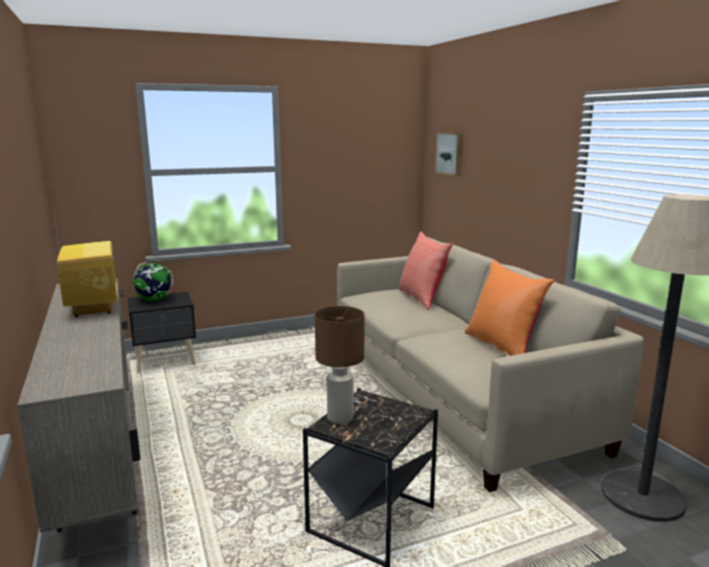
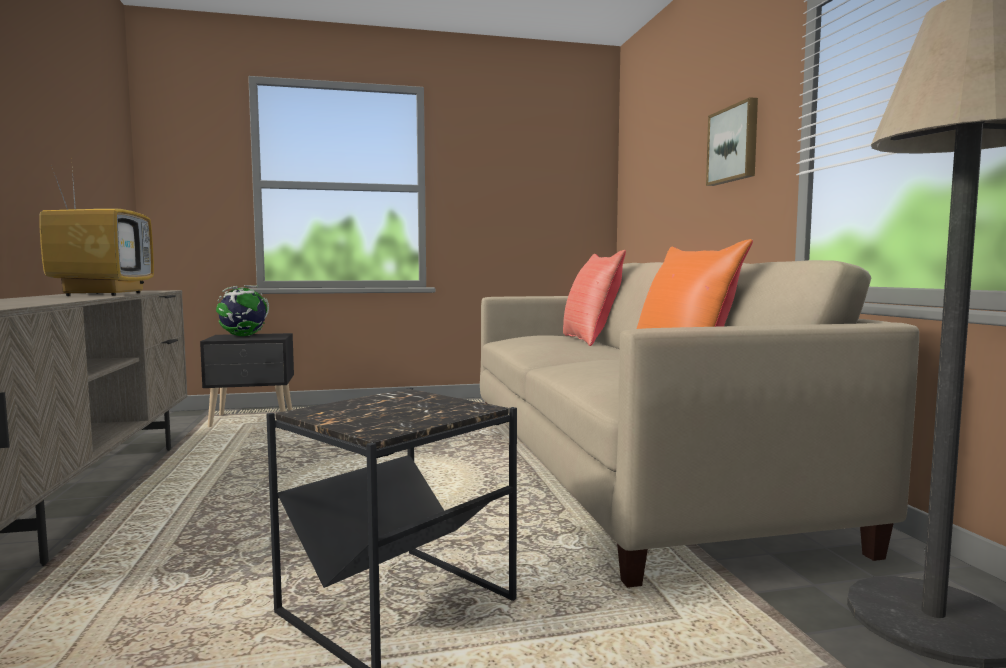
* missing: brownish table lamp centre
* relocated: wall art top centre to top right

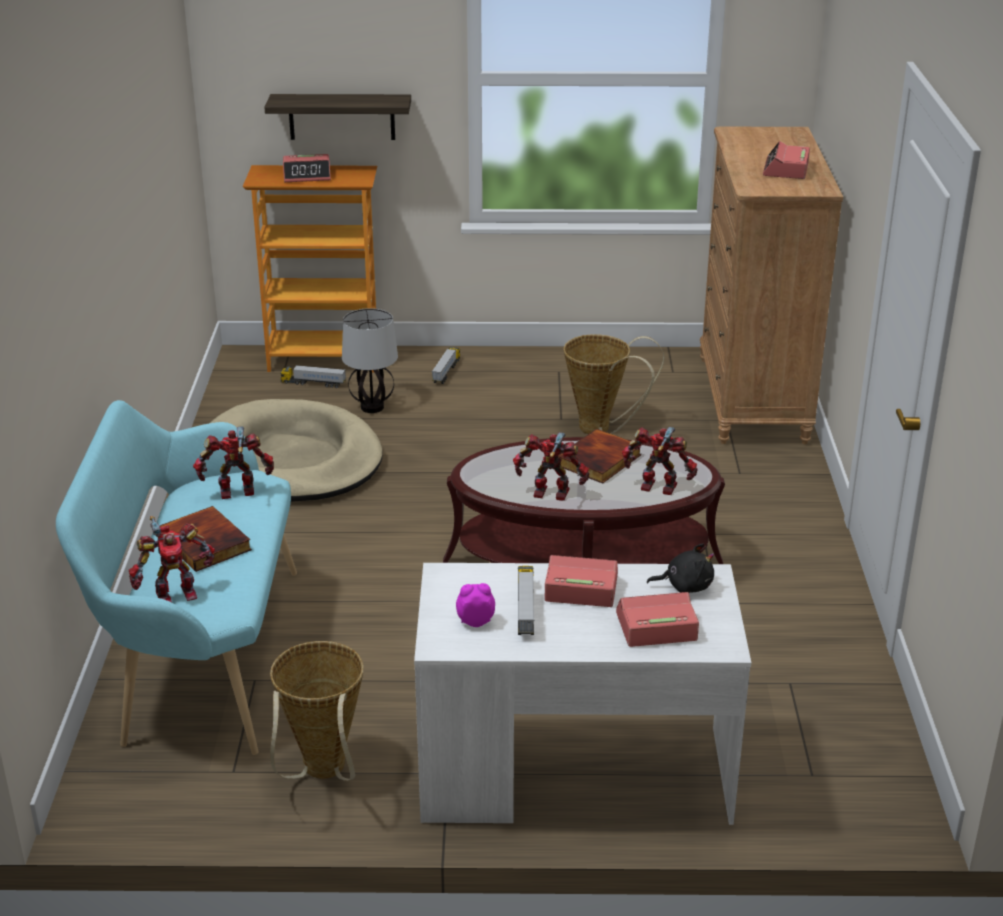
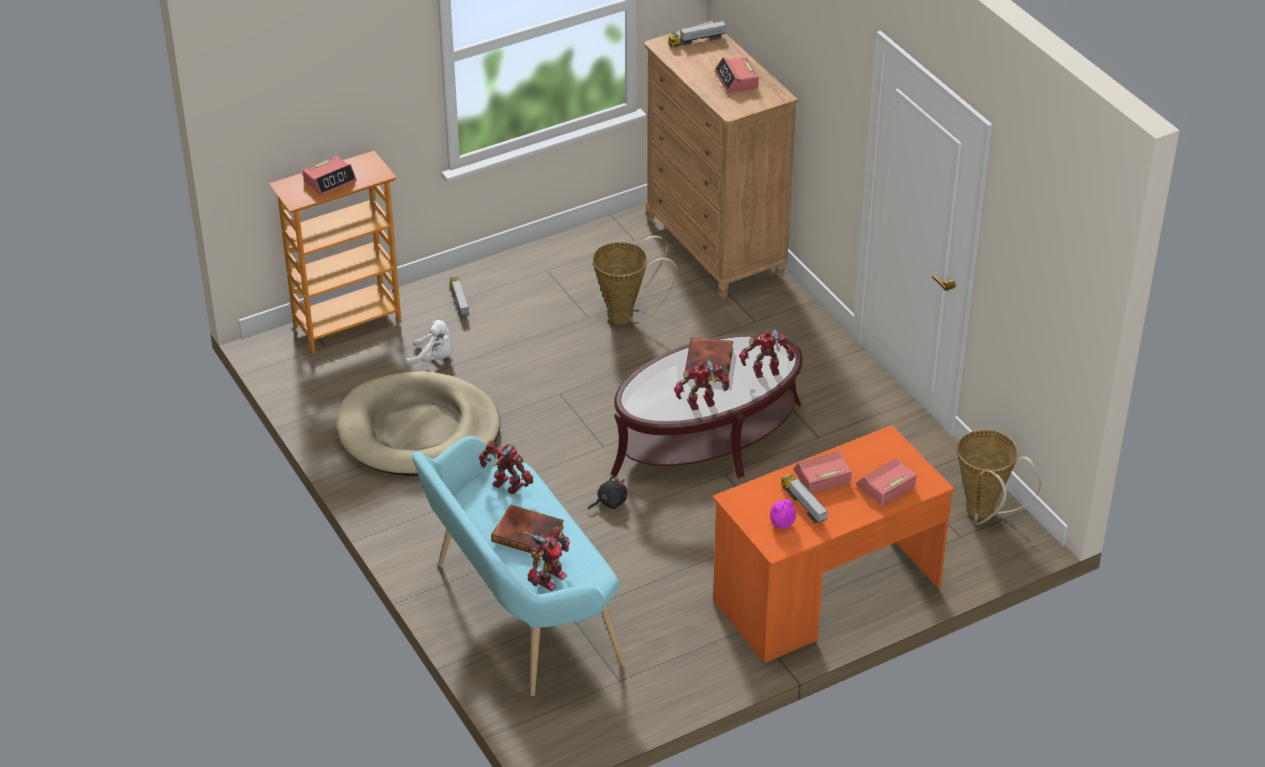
* missing: shelf top centre
* relocated: storage basket (no. 1 from left in the first image) bottom left to storage basket (no. 2 from left) middle right
* relocated: toy lorry (no. 1 from left in the first image) middle left to toy lorry (no. 2 from left) top centre
* relocated: black cuddly toy middle right to centre
* exchanged: table lamp centre to whitish cuddly toy centre
* colour: whitish desk bottom centre to orangey desk bottom centre
* spun: toy robot (no. 2 from left in the first image) middle left = centre 75 degrees clockwise

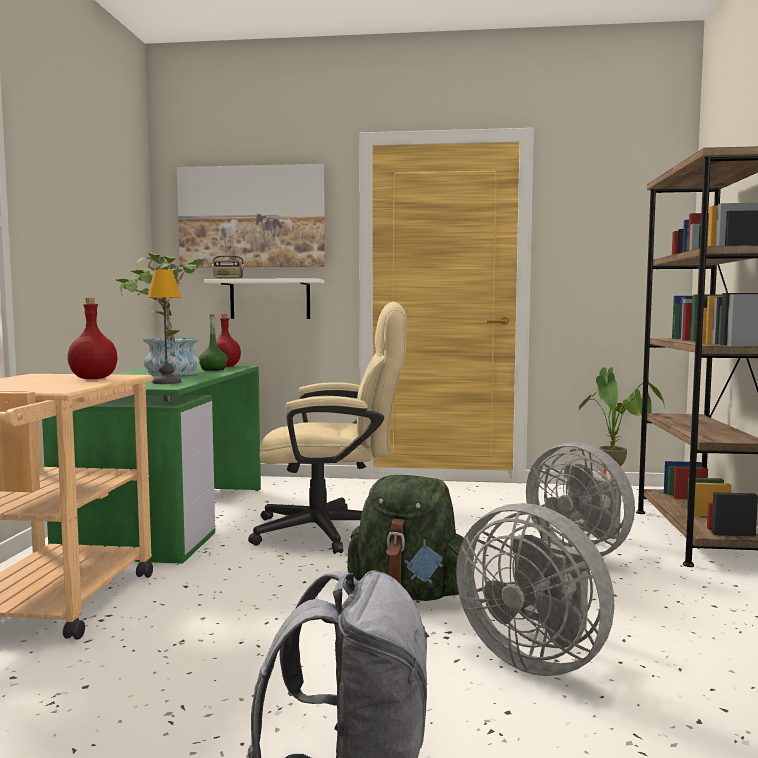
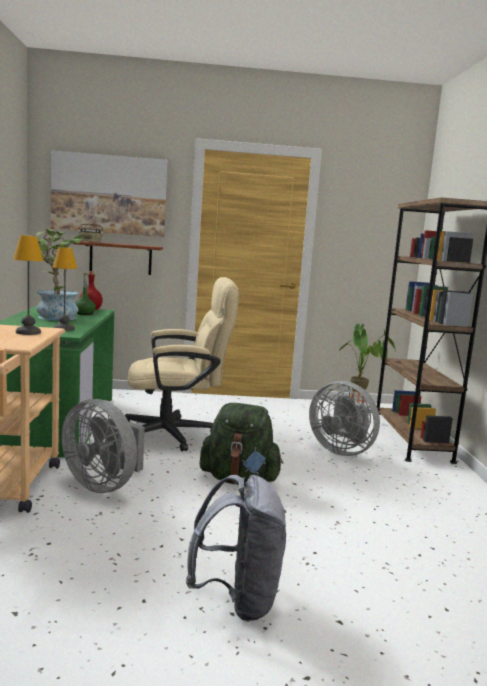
* relocated: greyish electric fan (no. 1 from left) bottom right to middle left
* exchanged: red-coloured beverage bottle (no. 1 from left) middle left to table lamp (no. 1 from left) middle left
* colour: whitish shelf centre to brownish shelf middle left

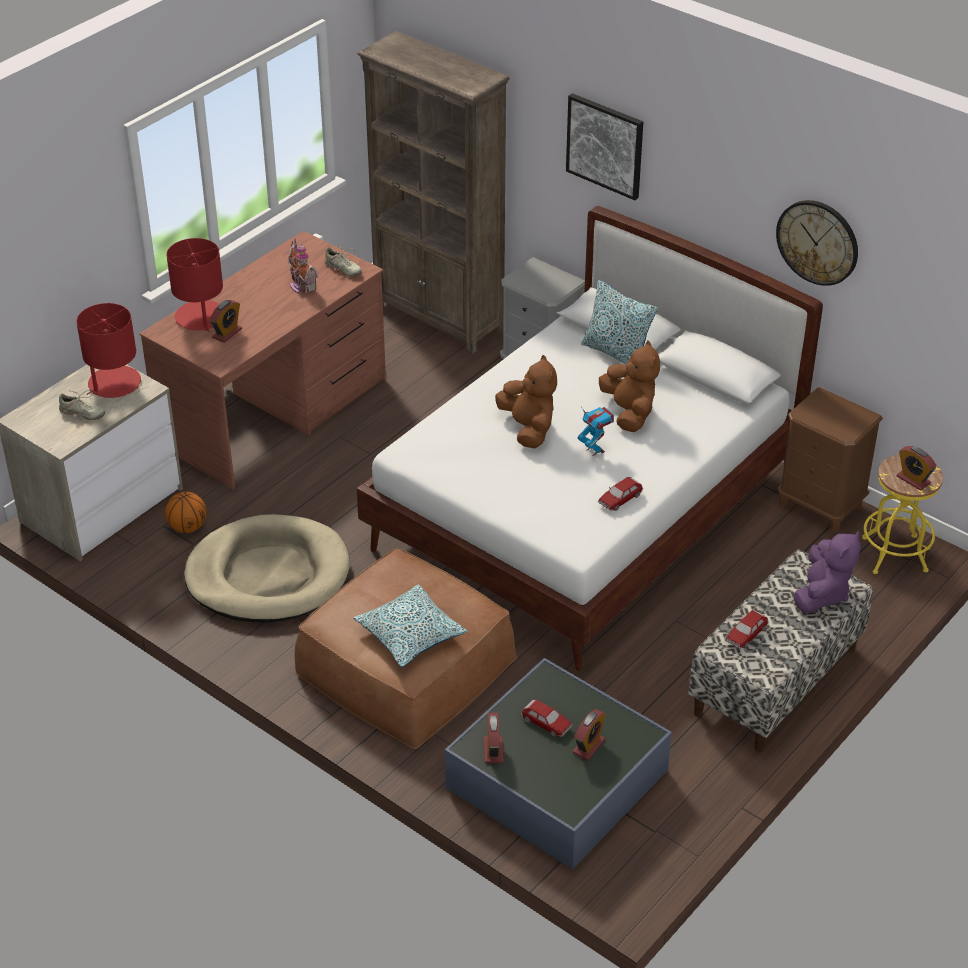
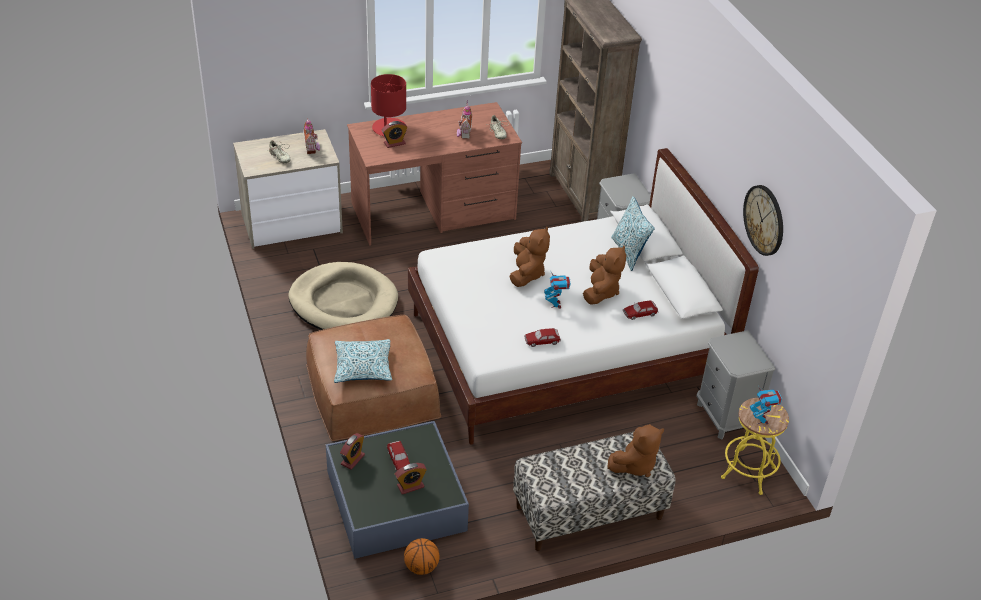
* missing: wall art top centre
* relocated: ball for basketball middle left to bottom centre
* relocated: miniature car (no. 3 from left) middle right to centre
* exchanged: red-coloured table lamp (no. 1 from left) middle left to miniature house (no. 1 from left) top left
* exchanged: bedside clock (no. 4 from left) middle right to toy robot (no. 2 from left) bottom right
* colour: brownish night table middle right to greyish night table (no. 2 from left) middle right
* colour: purple cuddly toy middle right to brownish cuddly toy (no. 3 from left) bottom centre

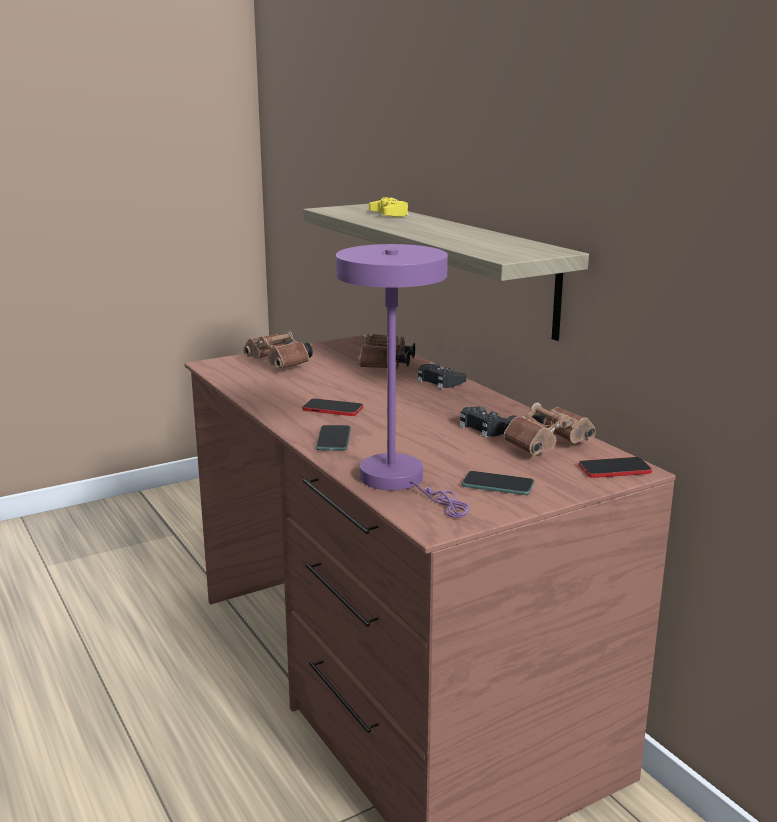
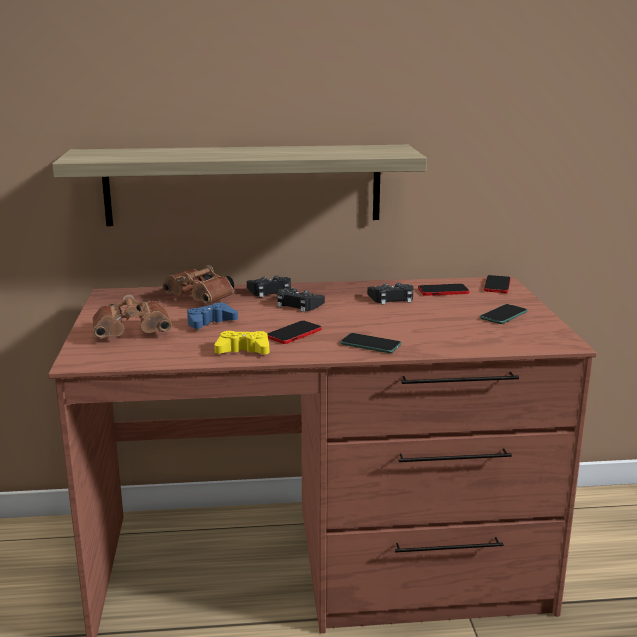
* missing: purple table lamp centre
* appeared: blue joypad middle left
* appeared: black joypad (no. 2 from left) centre
* relocated: yellowish joypad top centre to centre
* exchanged: brownish field glasses (no. 3 from left) middle right to handset (no. 3 from left) middle right

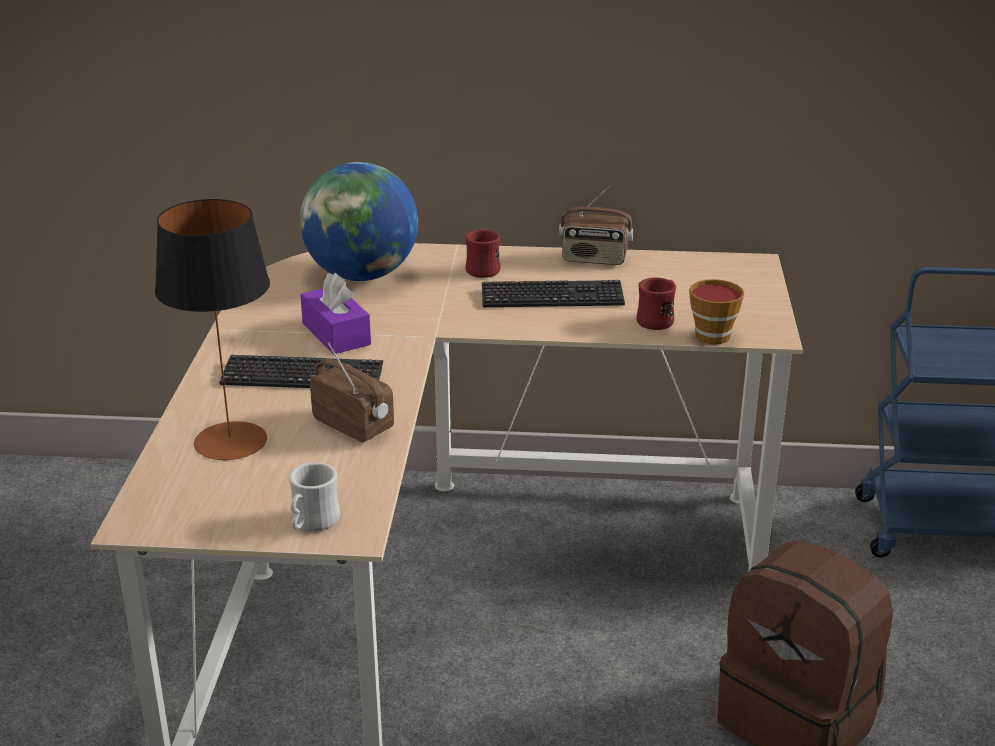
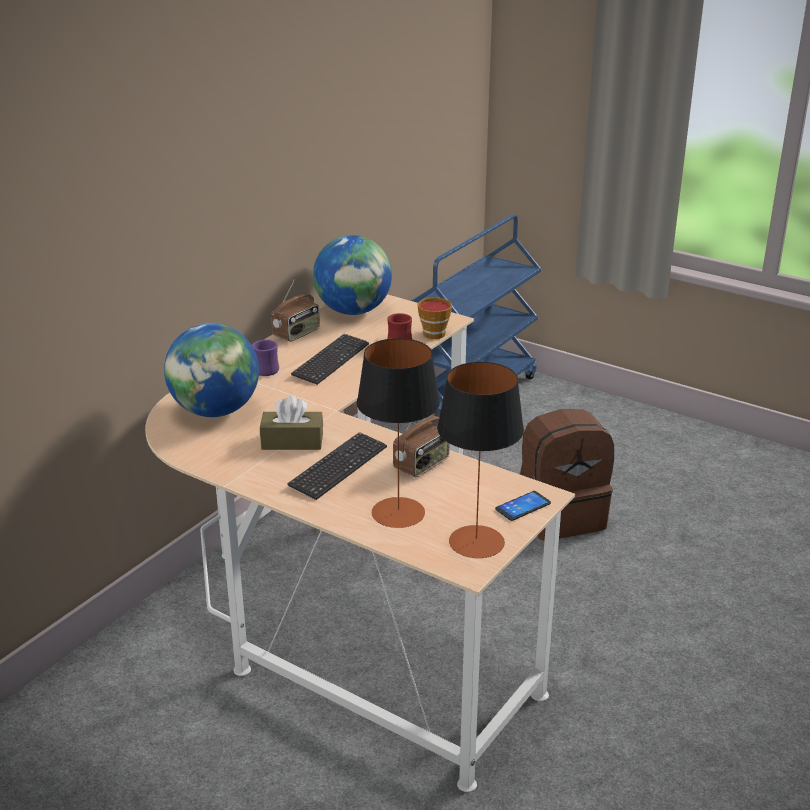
* appeared: world globe (no. 2 from left) centre
* appeared: table lamp (no. 2 from left) centre
* exchanged: whitish tea mug middle left to handset centre
* colour: purple tissue holder centre to brownish tissue holder centre
* colour: red-coloured tea mug (no. 1 from left) centre to purple tea mug middle left
* spun: radio receiver (no. 1 from left in the first image) centre = centre 150 degrees clockwise

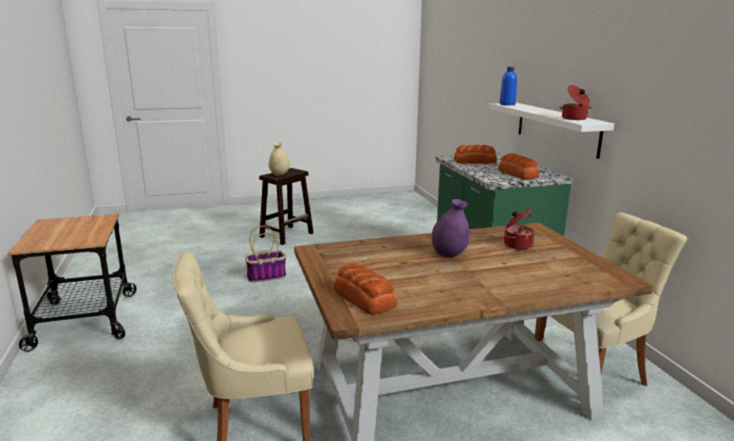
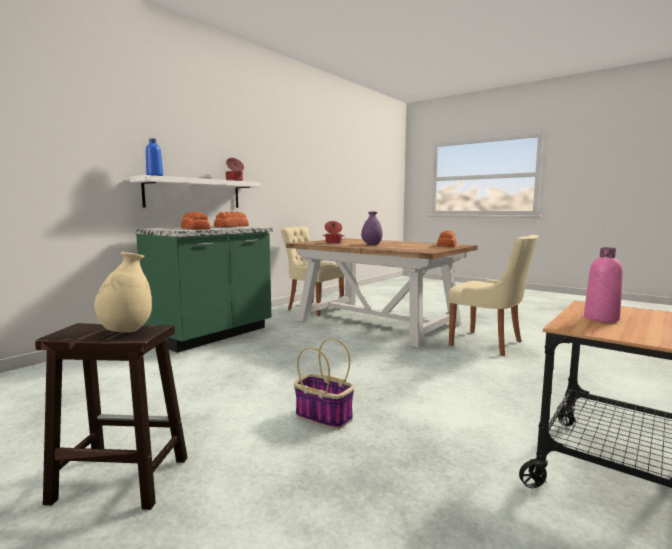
* appeared: pink-coloured beverage bottle middle right

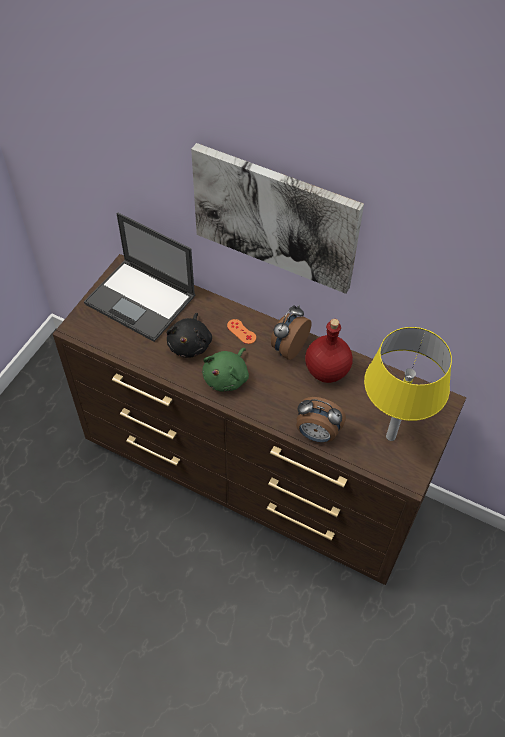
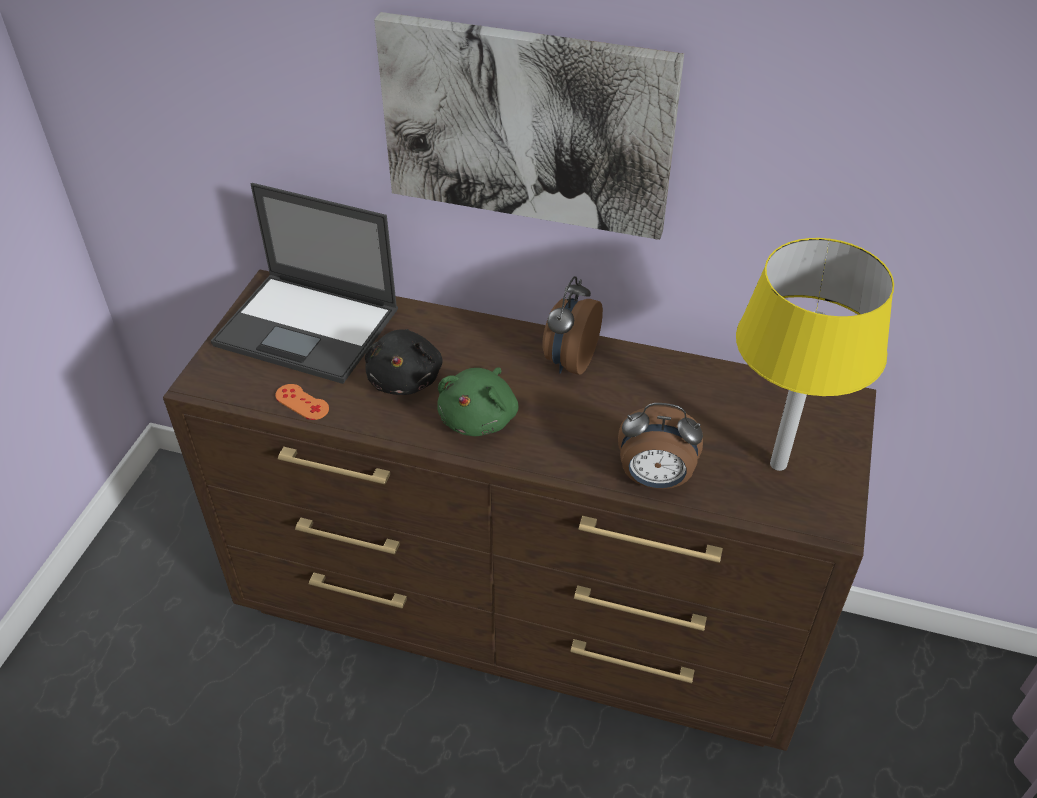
* missing: red-coloured beverage bottle centre
* relocated: orangey joypad centre to middle left

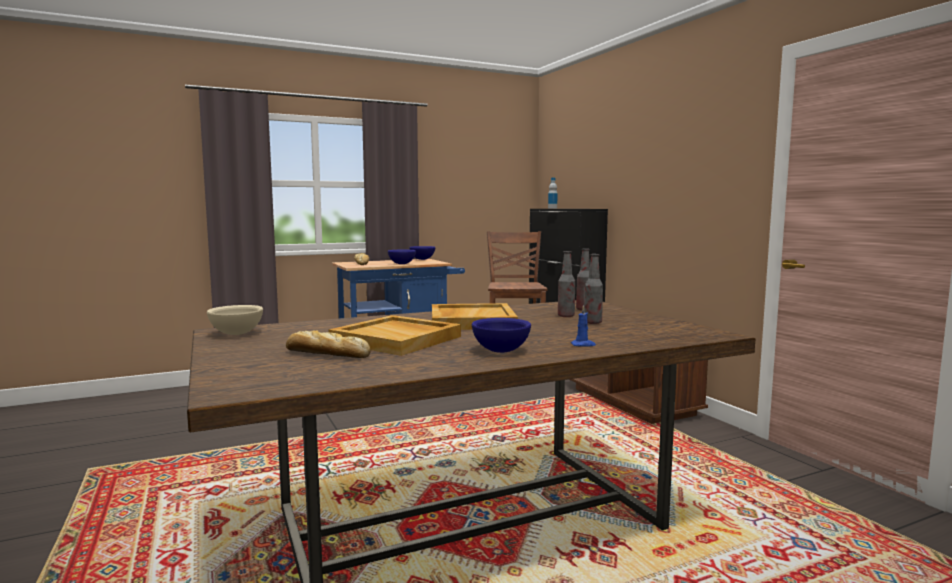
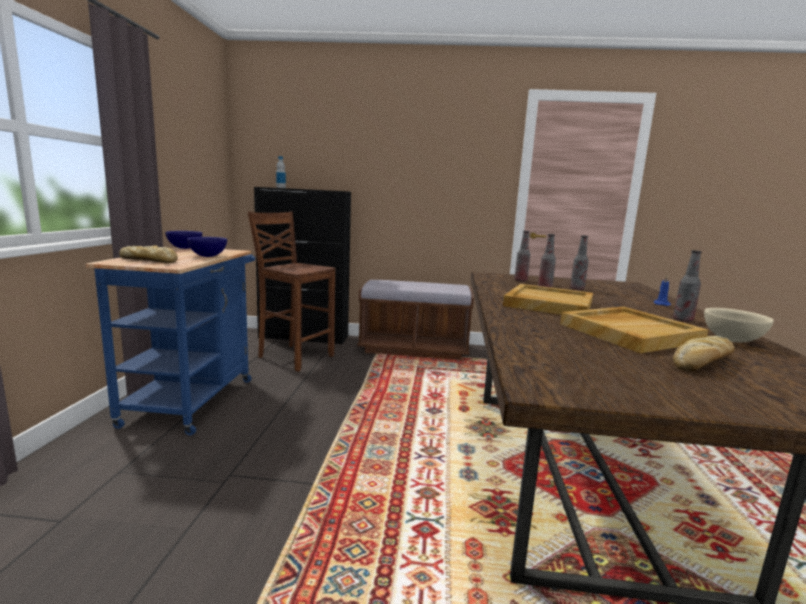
* relocated: beige-coloured bowl middle left to middle right
* exchanged: blue bowl (no. 3 from left) centre to beverage bottle (no. 5 from left) middle right

